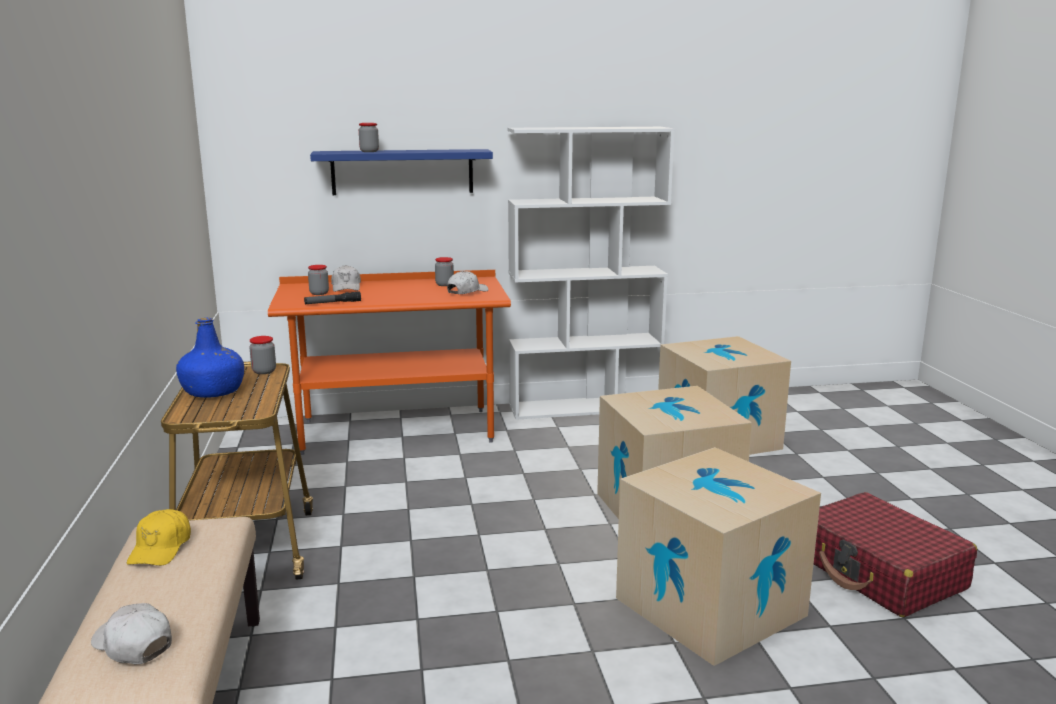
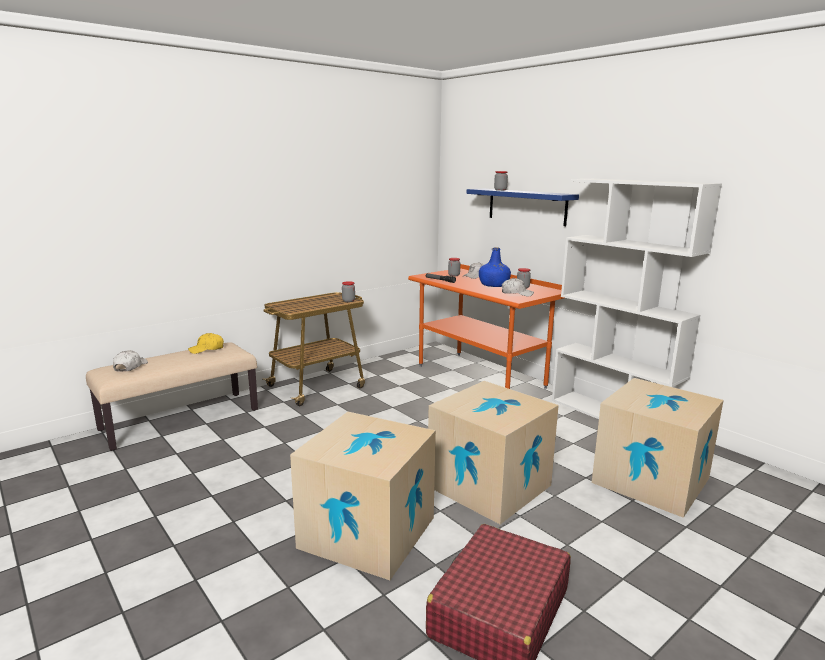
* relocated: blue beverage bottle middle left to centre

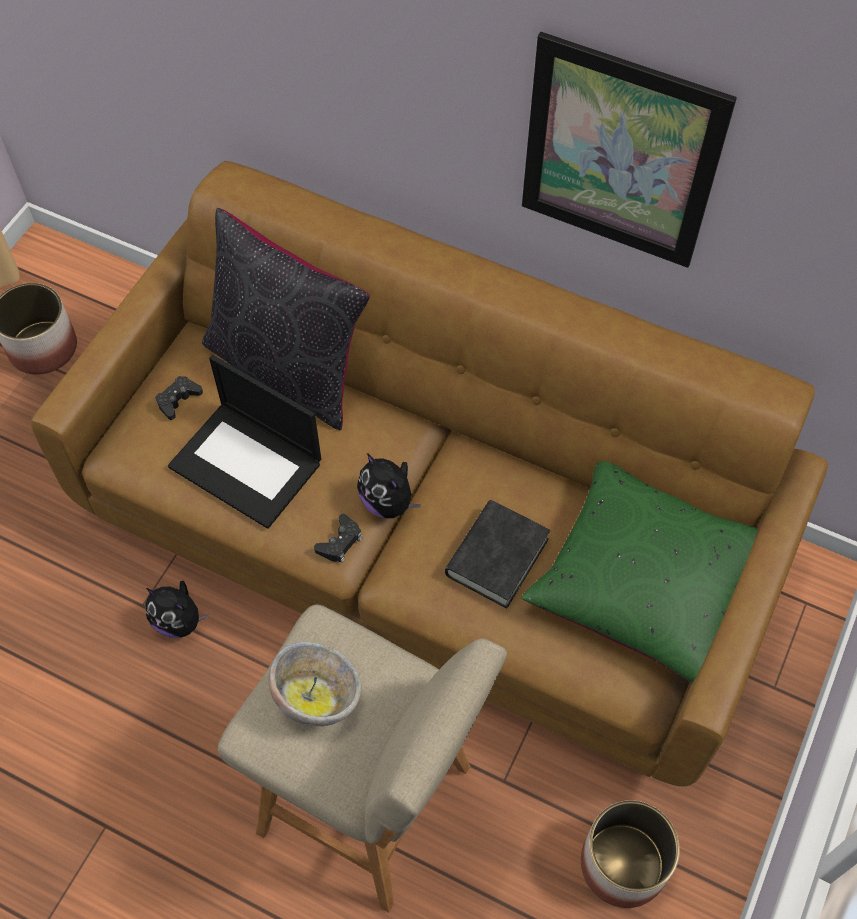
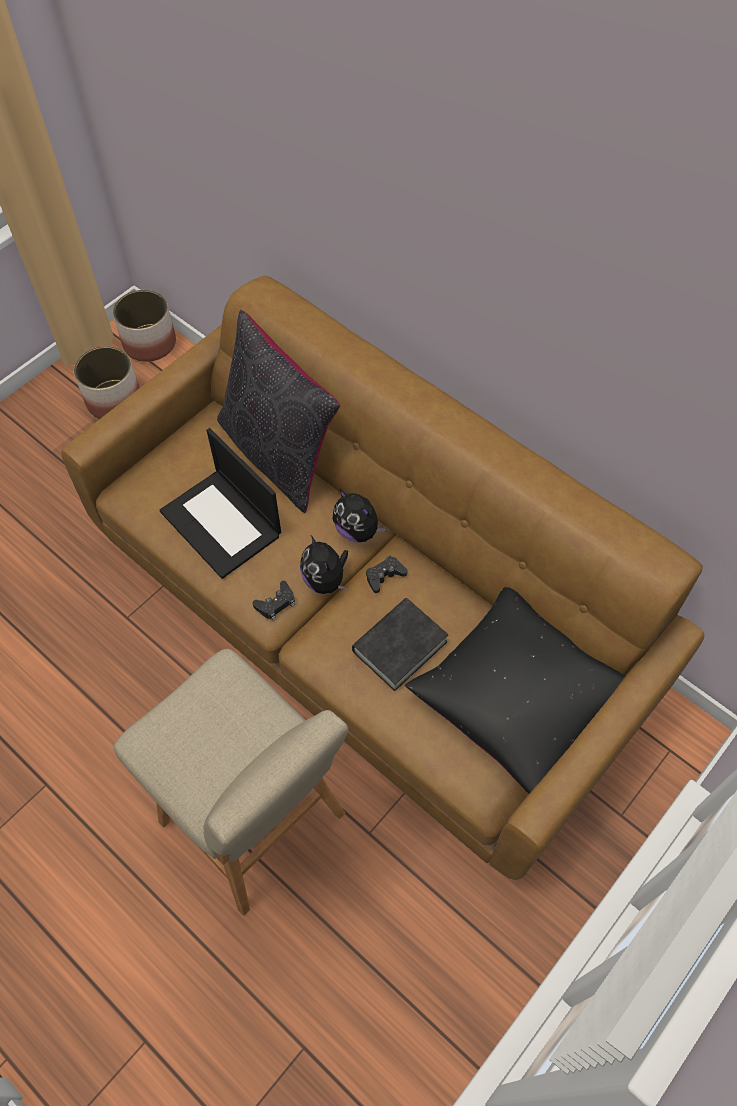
* missing: bowl bottom centre
* missing: wall art top right
* relocated: cuddly toy (no. 1 from left in the first image) middle left to cuddly toy (no. 2 from left) centre
* relocated: black joypad (no. 1 from left in the first image) middle left to black joypad (no. 2 from left) centre
* relocated: flower pot (no. 2 from left) bottom right to top left
* colour: greenish pillow middle right to black pillow (no. 2 from left) middle right

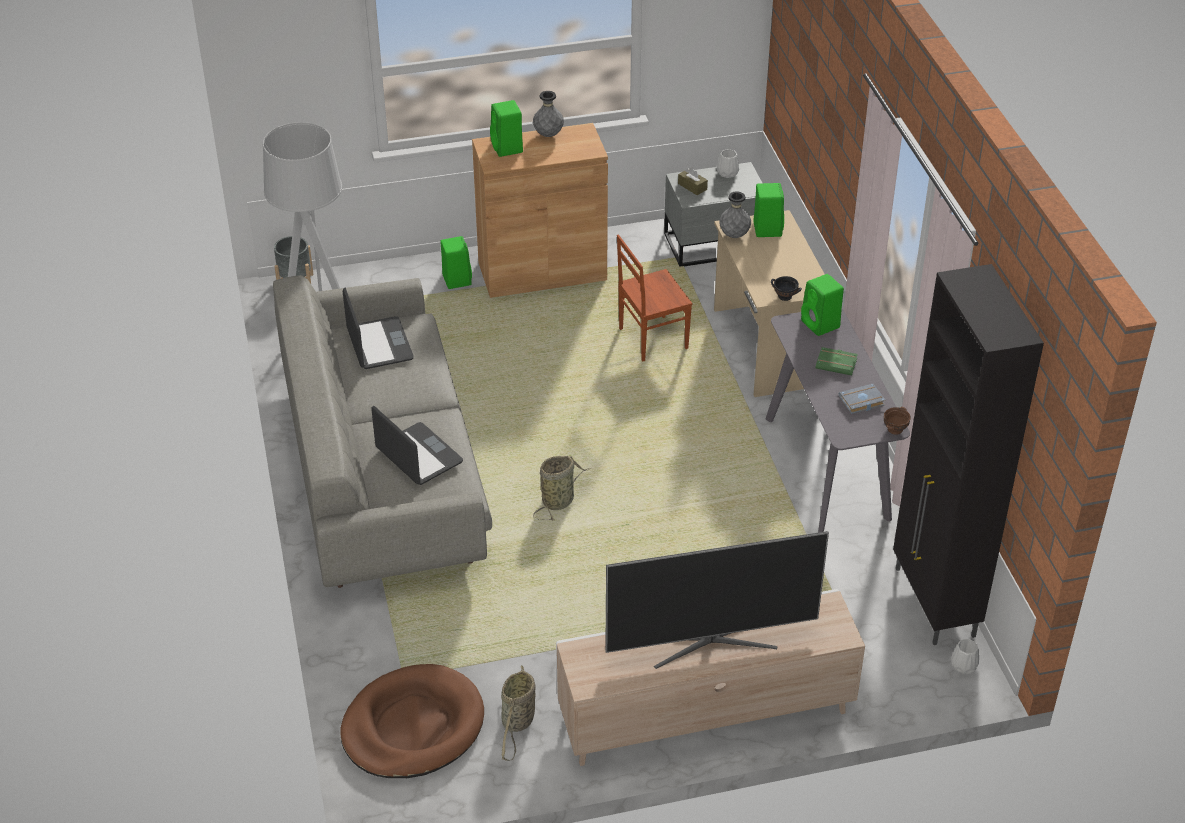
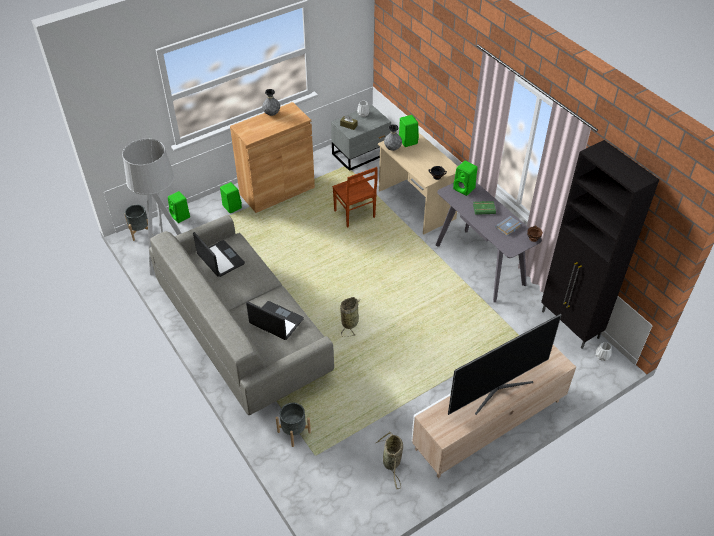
* missing: brownish pet bed bottom centre
* appeared: greyish flower pot (no. 2 from left) bottom centre
* relocated: greenish audio speaker (no. 2 from left in the first image) top centre to greenish audio speaker (no. 1 from left) middle left
* spun: brownish upright chair centre = centre 75 degrees counterclockwise

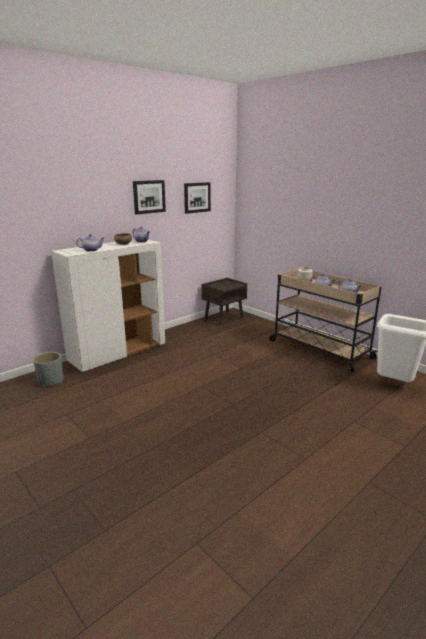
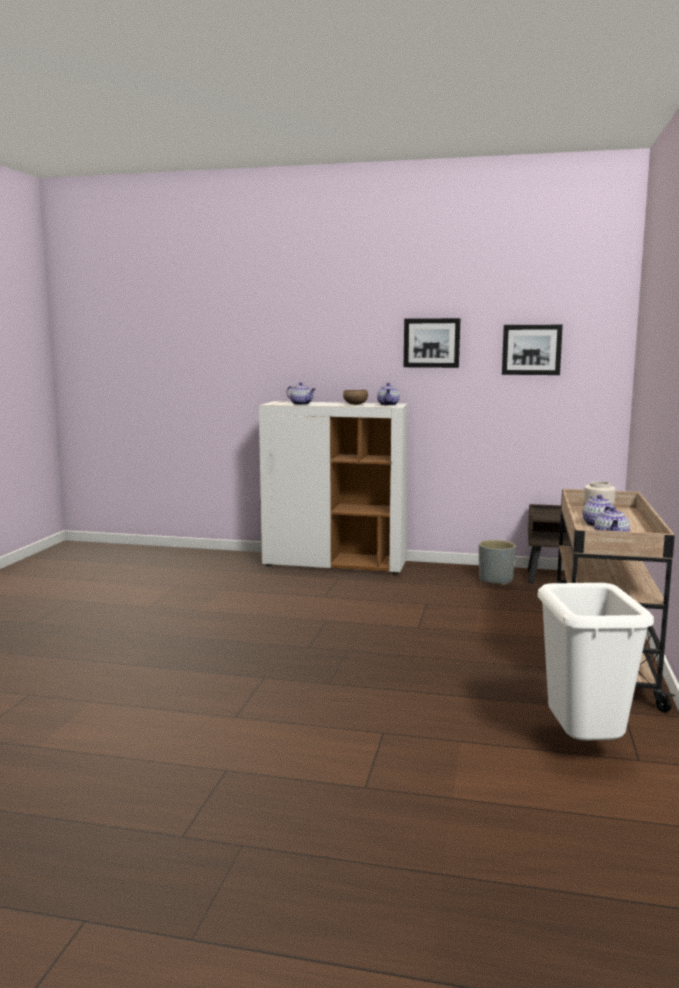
* relocated: greyish flower pot middle left to middle right

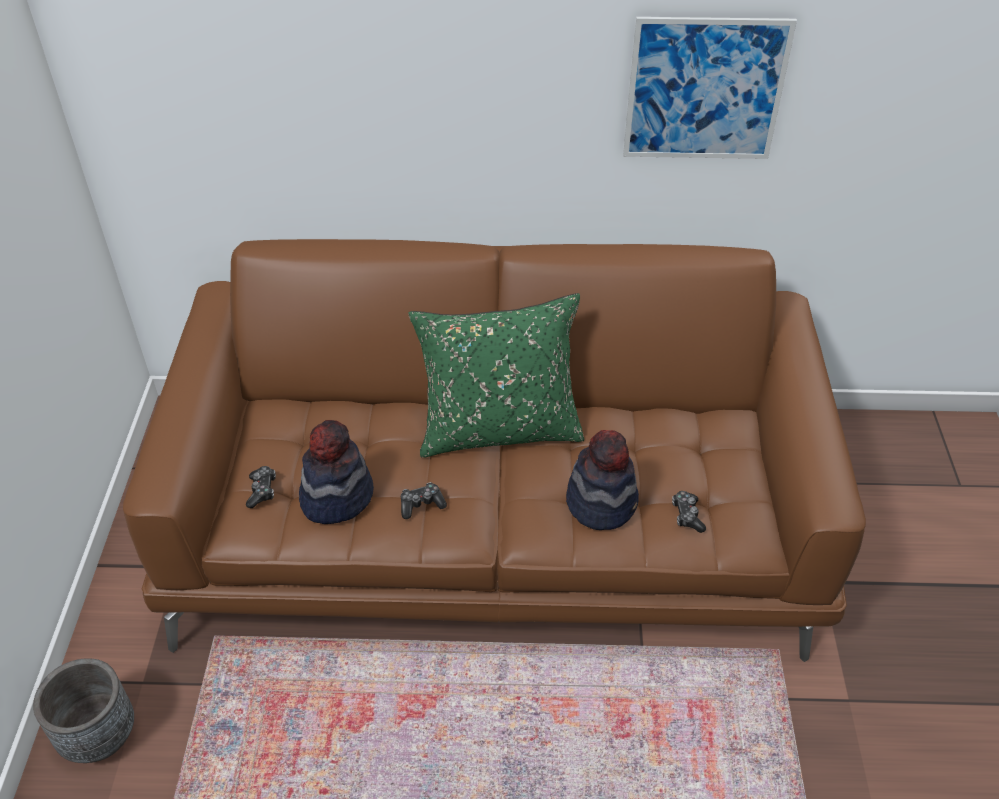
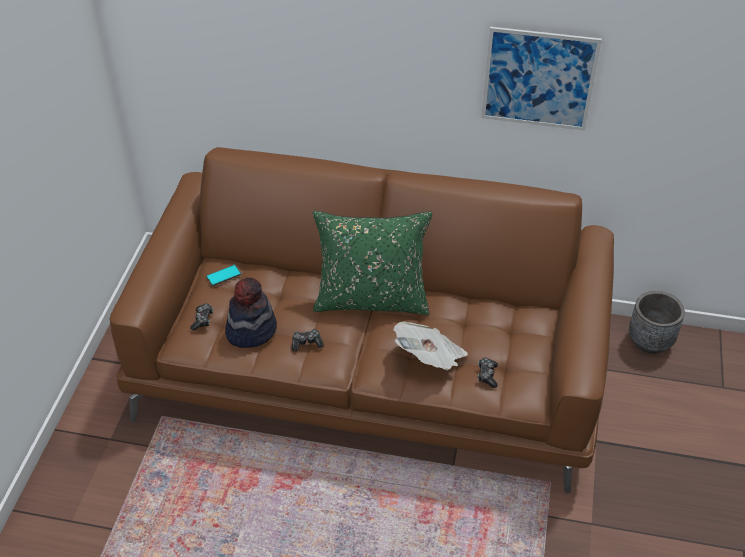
* appeared: handset middle left
* relocated: greyish flower pot bottom left to middle right
* exchanged: clothing hat (no. 2 from left) centre to daily paper centre

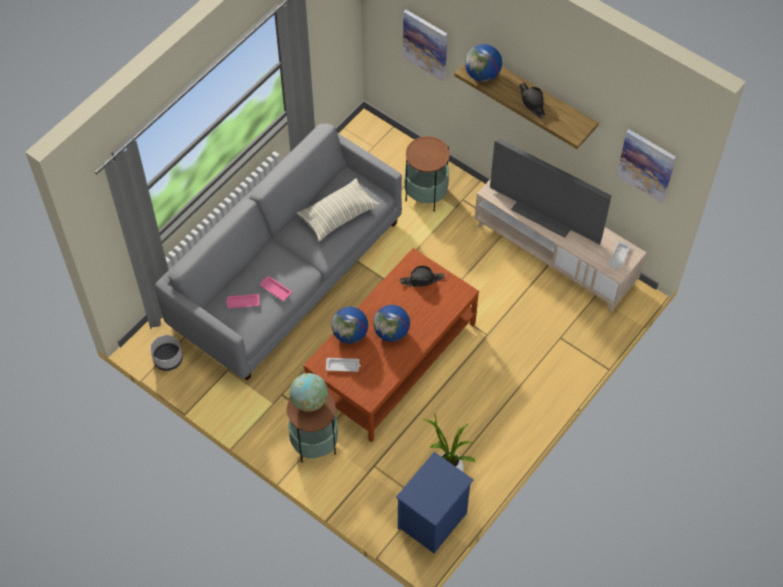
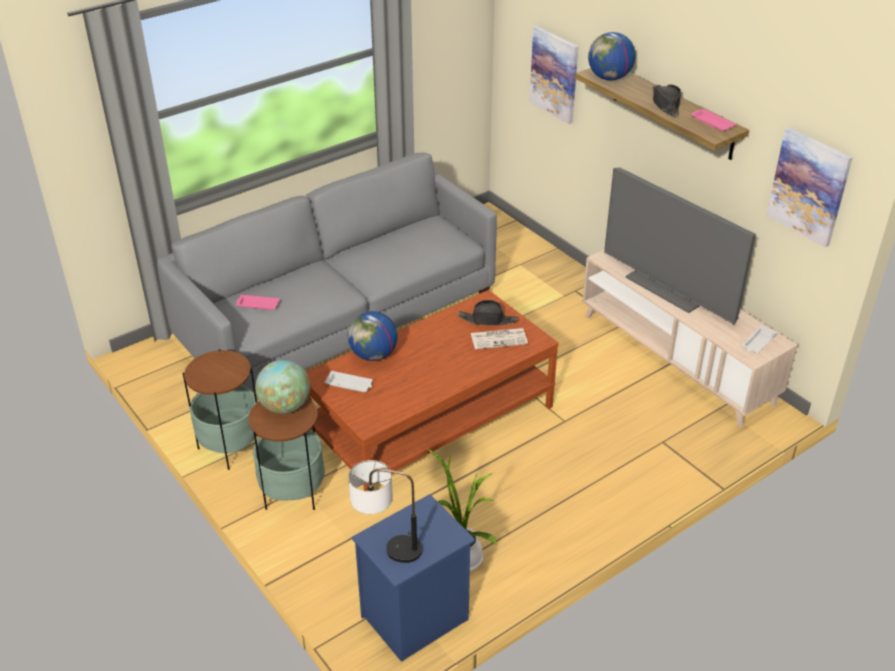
* missing: greyish flower pot middle left
* missing: pillow centre
* missing: world globe (no. 3 from left) centre
* appeared: table lamp bottom centre
* appeared: daily paper centre
* relocated: pink-coloured carrying tray (no. 2 from left) centre to top right
* relocated: accent table (no. 2 from left in the first image) top centre to accent table (no. 1 from left) middle left

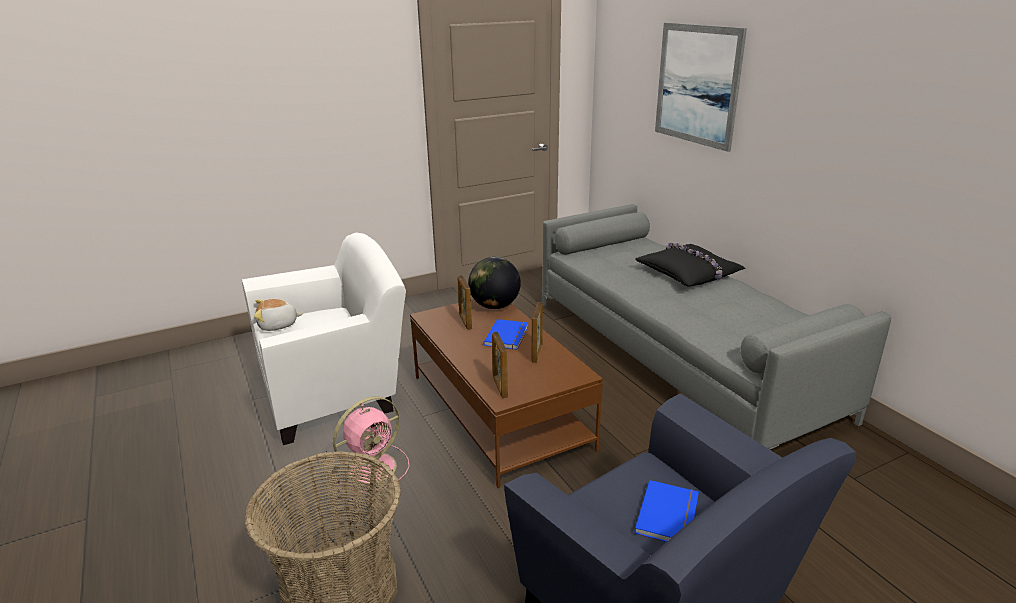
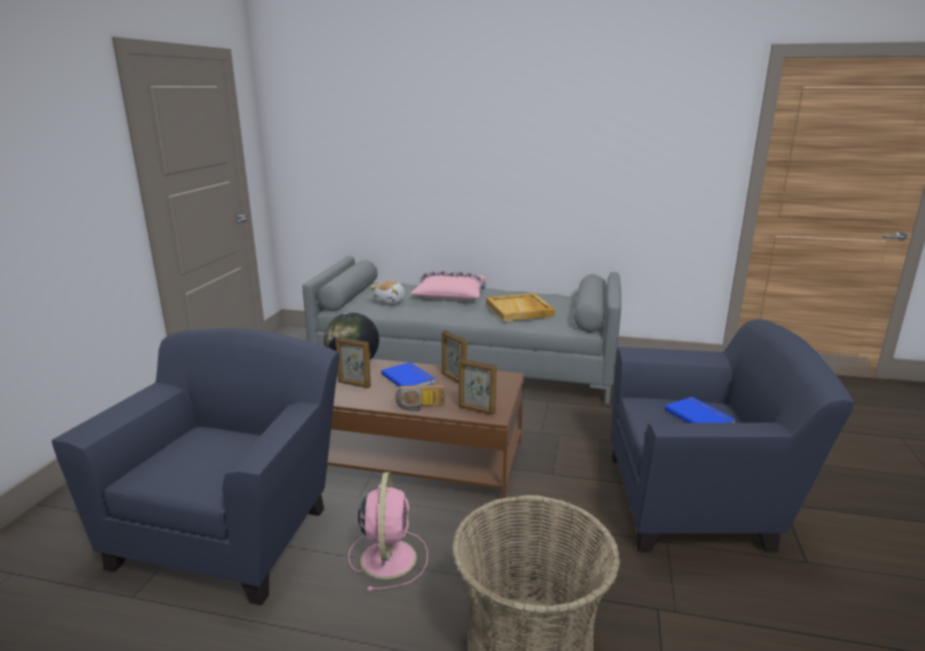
* missing: wall art top right
* appeared: radio receiver centre
* appeared: beige-coloured carrying tray centre
* relocated: cuddly toy middle left to centre
* colour: whitish easy chair middle left to blue easy chair (no. 1 from left) bottom left
* colour: black pillow middle right to pink-coloured pillow centre

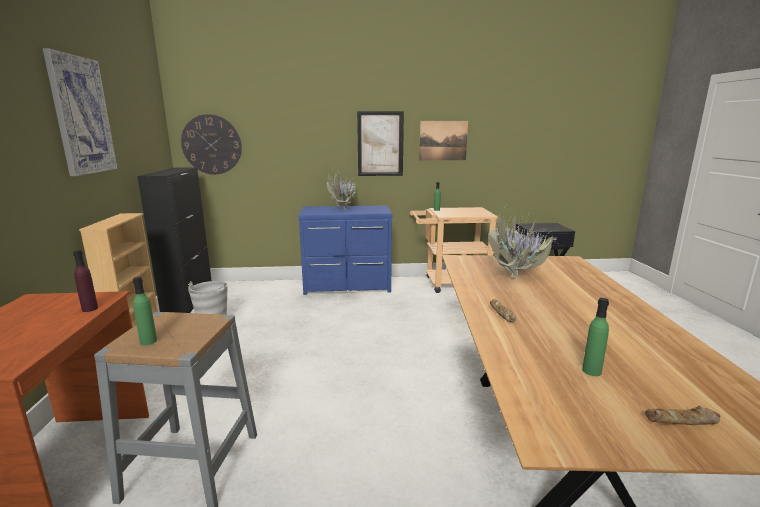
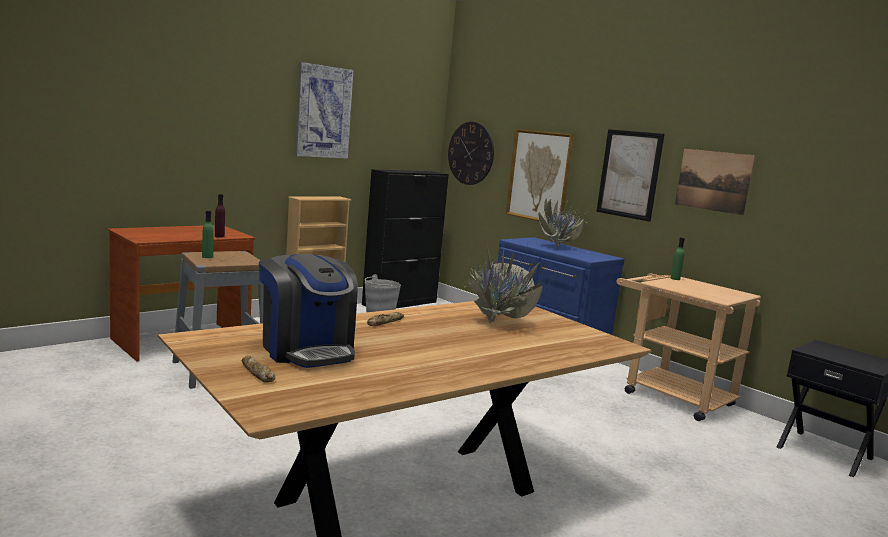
* appeared: wall art (no. 2 from left) top centre
* exchanged: greenish beverage bottle (no. 3 from left) middle right to coffee brewer centre

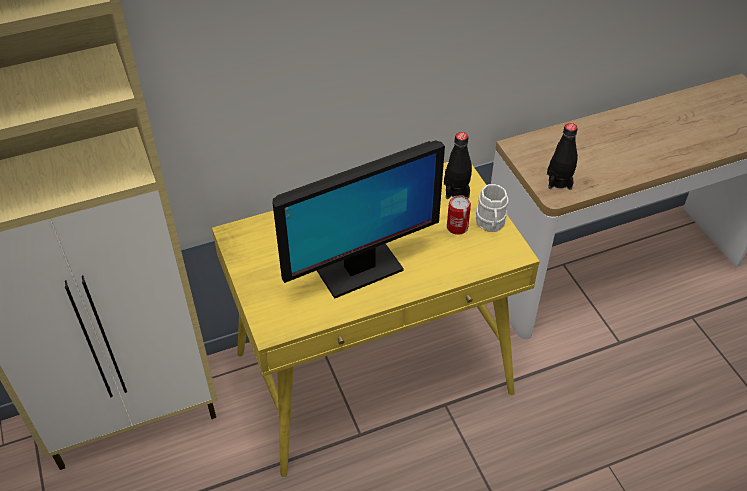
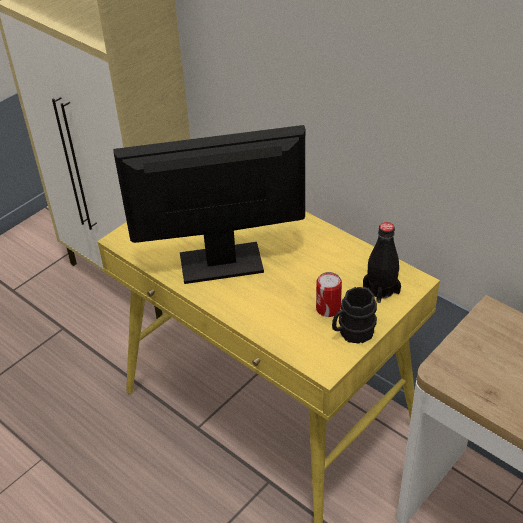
* missing: black beverage bottle (no. 2 from left) top right
* colour: whitish tea mug centre to black tea mug middle right
* spun: computer screen centre = centre 135 degrees clockwise

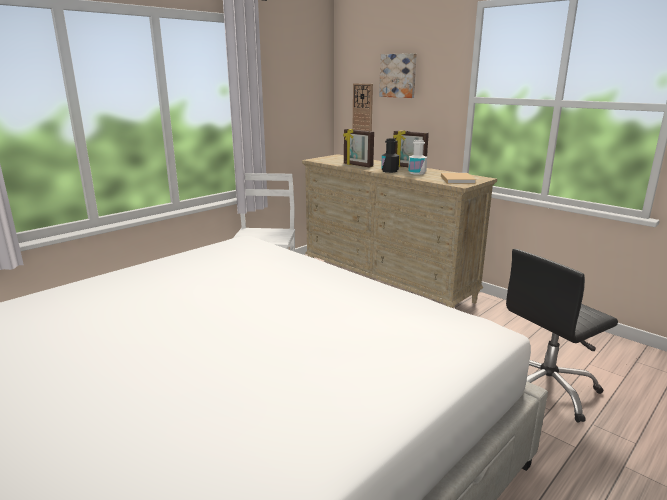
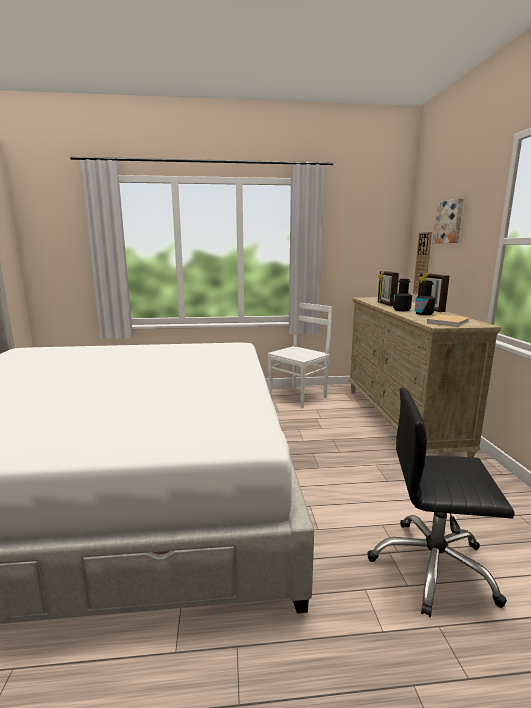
* colour: whitish beverage bottle top centre to black beverage bottle (no. 2 from left) middle right

